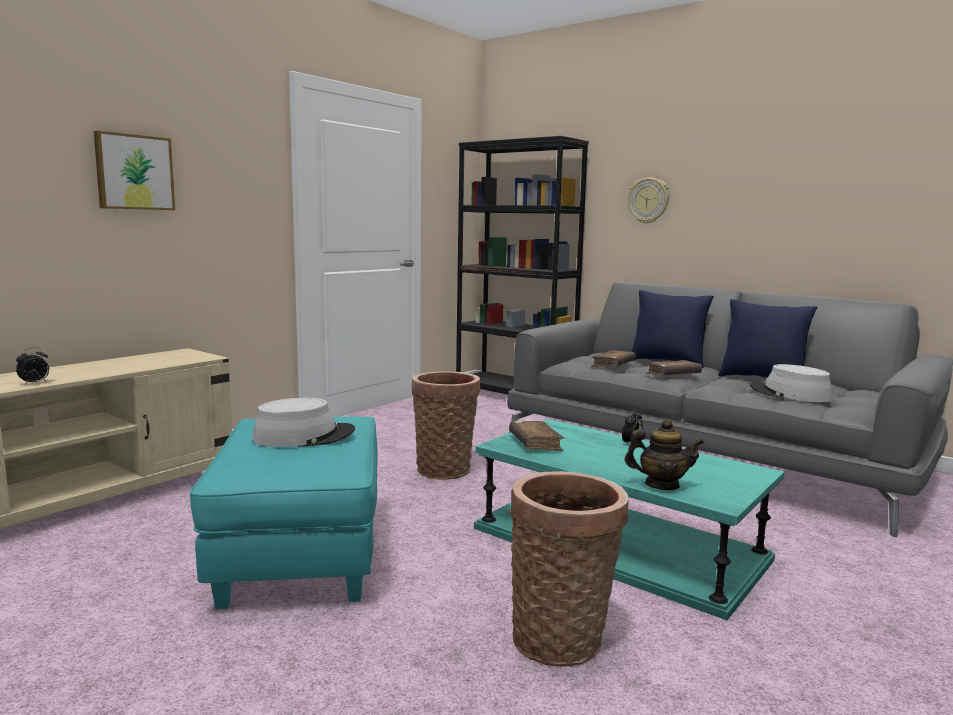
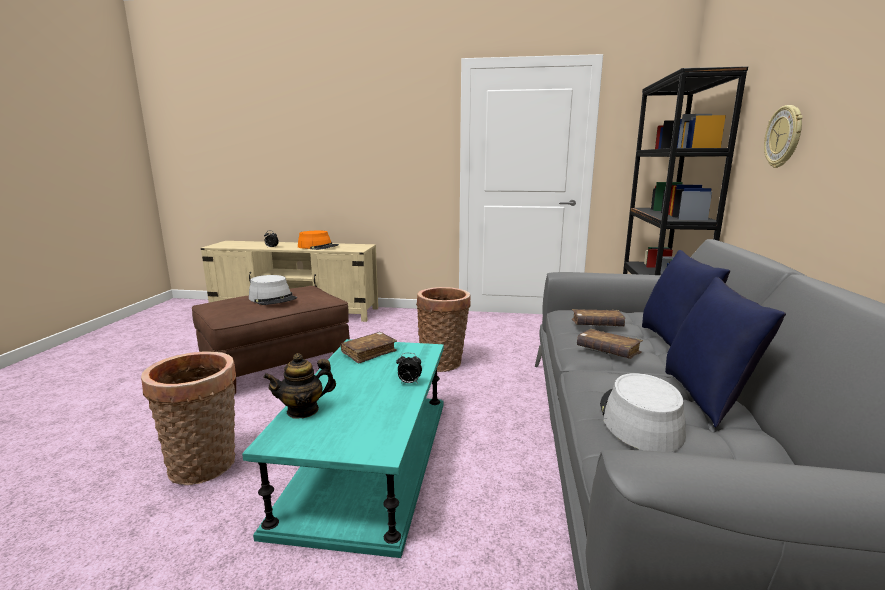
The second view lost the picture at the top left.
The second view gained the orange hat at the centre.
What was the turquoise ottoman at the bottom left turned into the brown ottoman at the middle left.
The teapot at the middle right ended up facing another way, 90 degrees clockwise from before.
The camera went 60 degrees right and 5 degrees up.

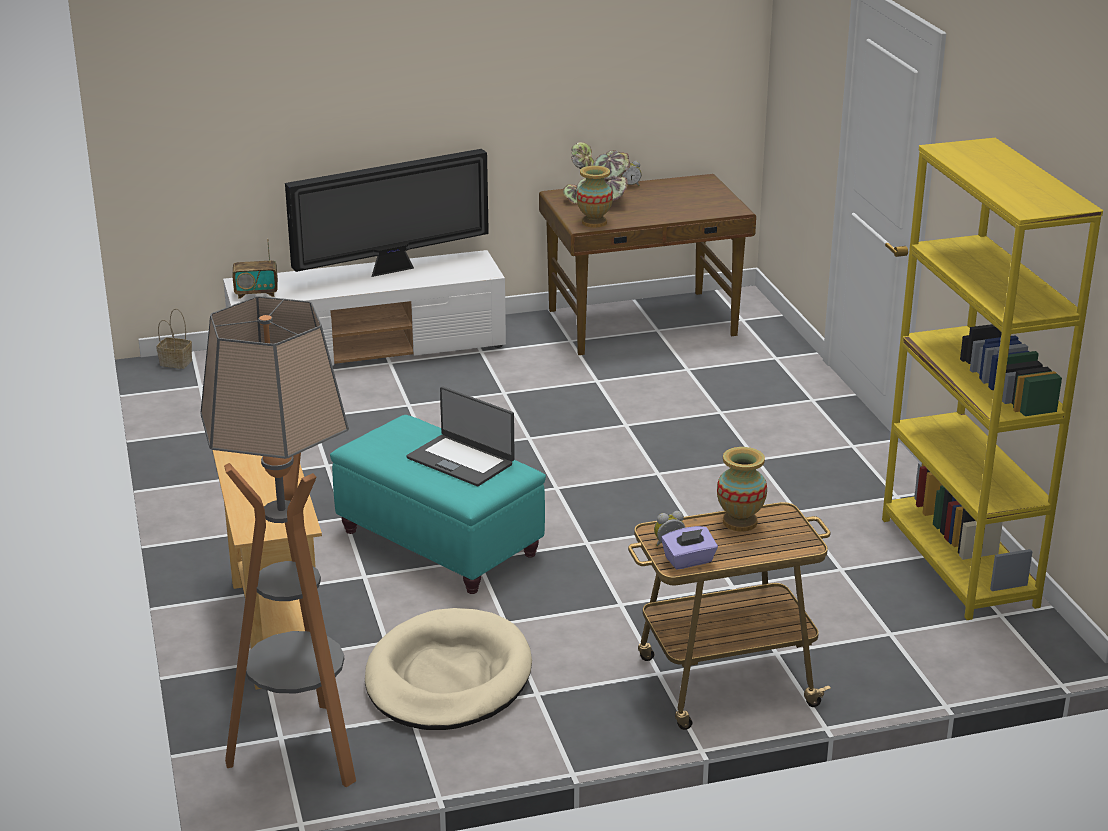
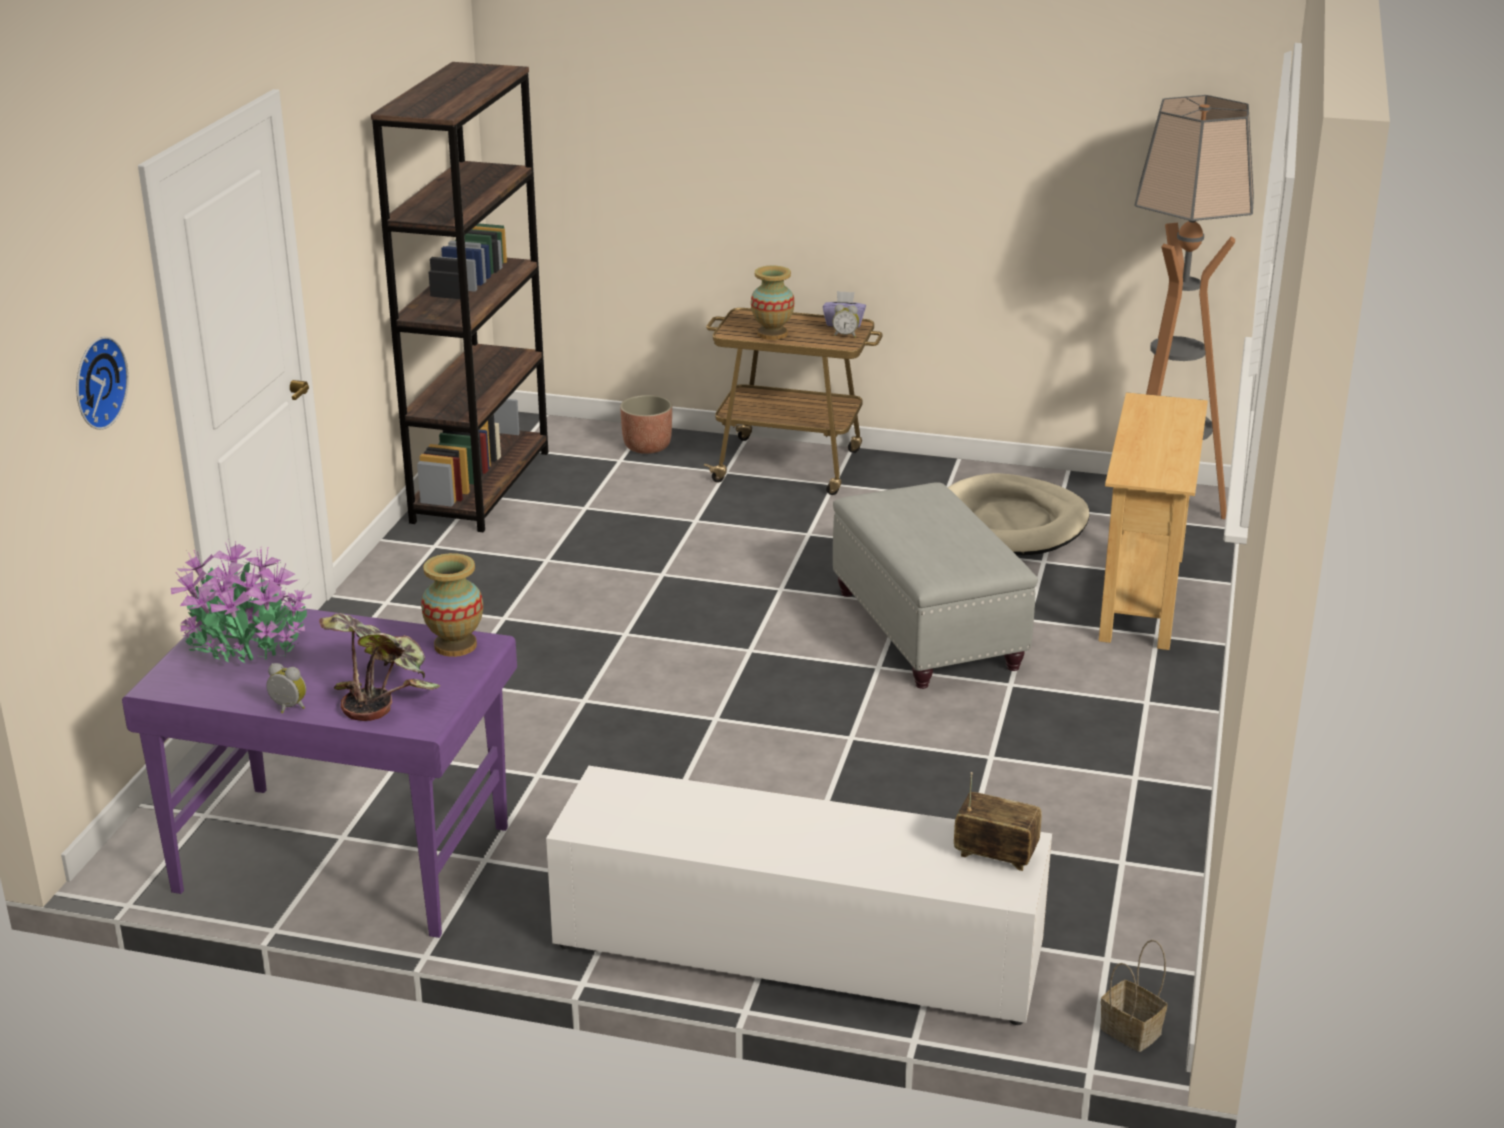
The second view lost the television at the top centre.
The second view lost the laptop at the centre.
The second view gained the wall clock at the middle left.
The second view gained the potted plant (1st from left) at the middle left.
The second view gained the planter at the centre.
What was the turquoise ottoman at the centre turned into the grey ottoman at the centre.
What was the brown desk at the top centre turned into the purple desk at the bottom left.
What was the yellow bookcase at the middle right turned into the brown bookcase at the top left.
The camera went 150 degrees left and 0 degrees up.

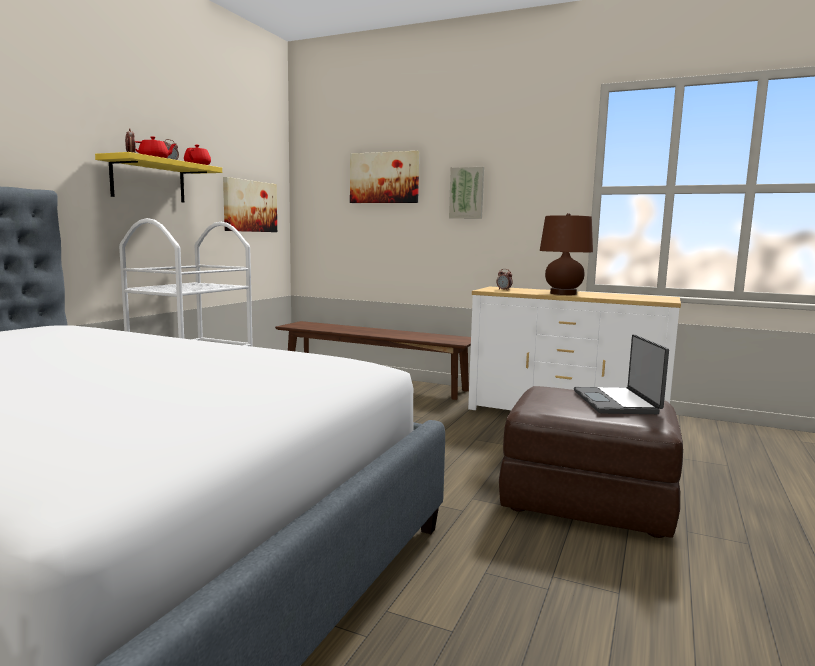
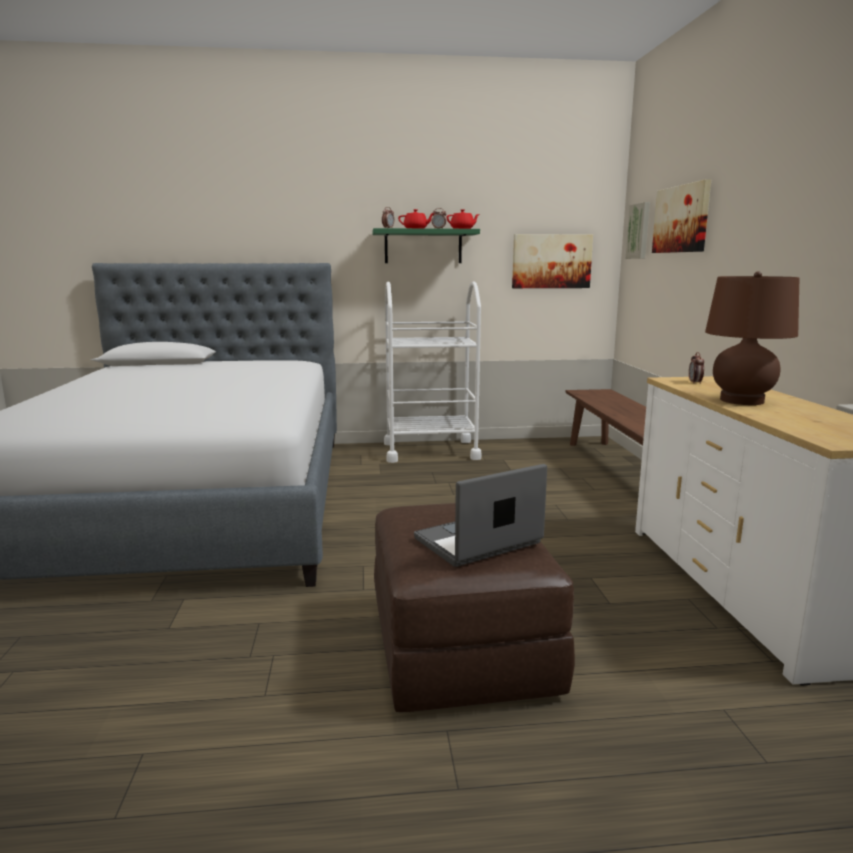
The picture (3rd from left in the first image) ended up elsewhere, having gone from the top centre to the top right.
What was the yellow shelf at the top left turned into the green shelf at the top centre.
The camera went 60 degrees right and 5 degrees up.

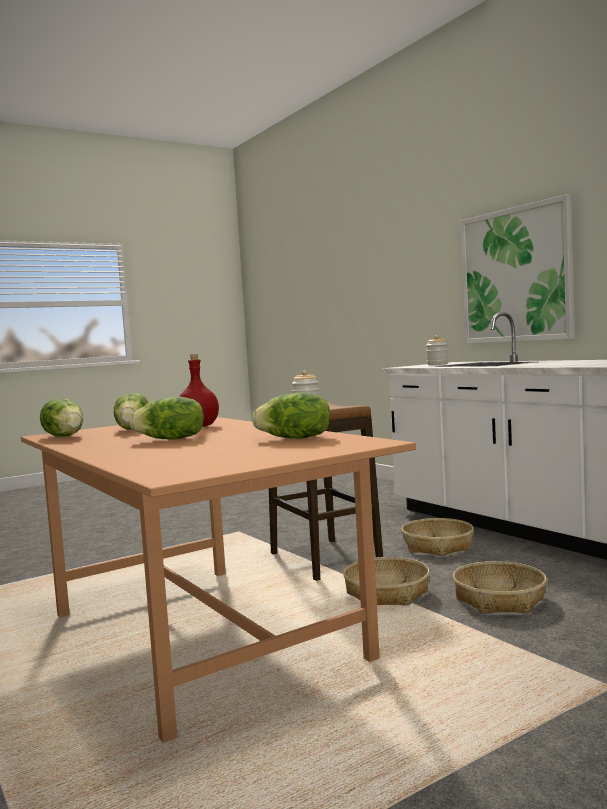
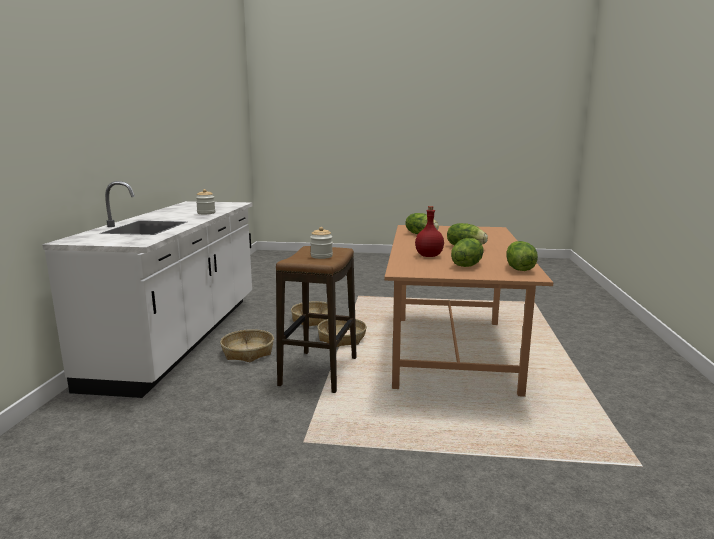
The second view lost the picture at the top right.
The jar (2nd from left in the first image) ended up elsewhere, having gone from the middle right to the middle left.
The camera went 140 degrees left and 10 degrees up.

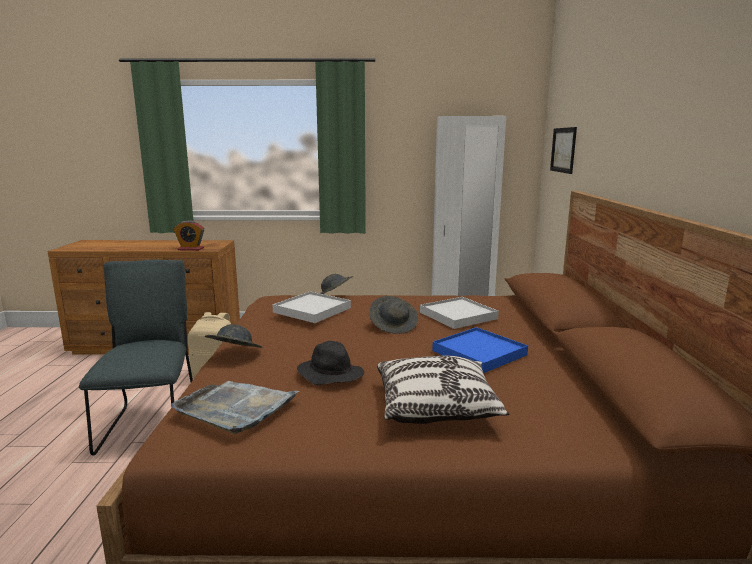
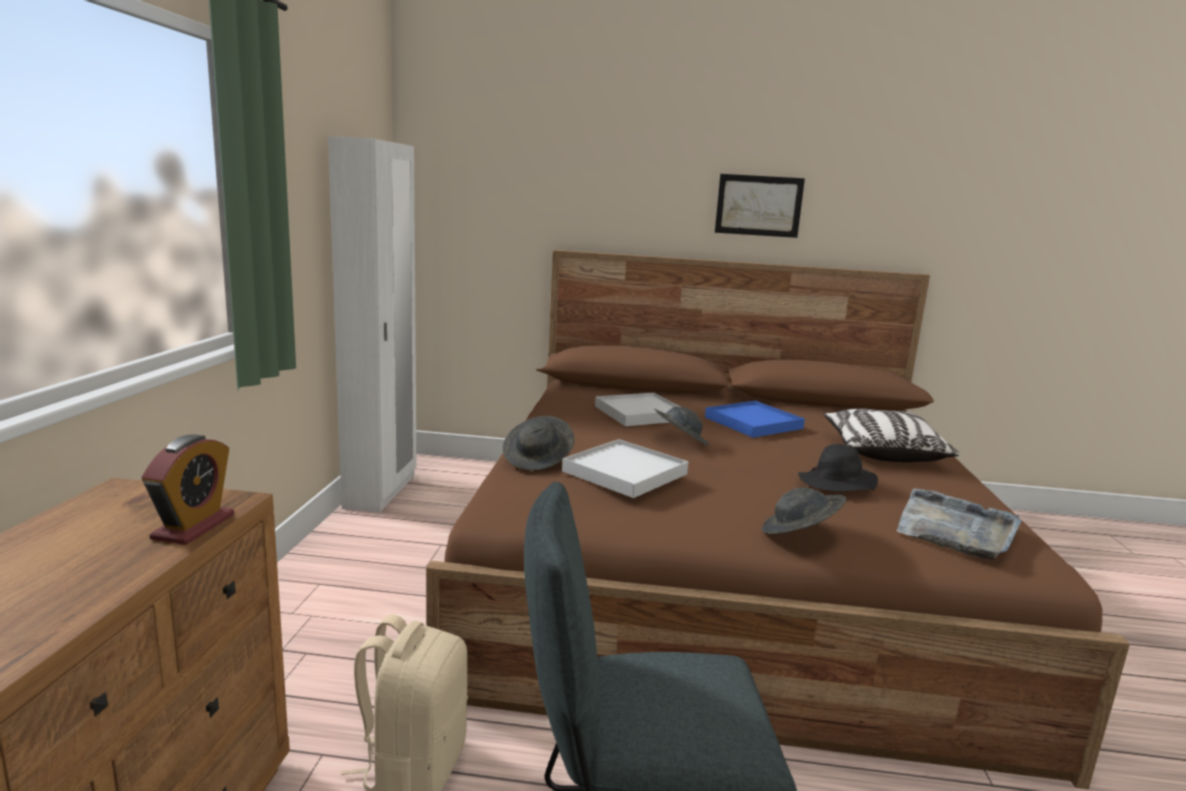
The picture ended up elsewhere, having gone from the top right to the top centre.
The camera went 85 degrees left and 0 degrees up.

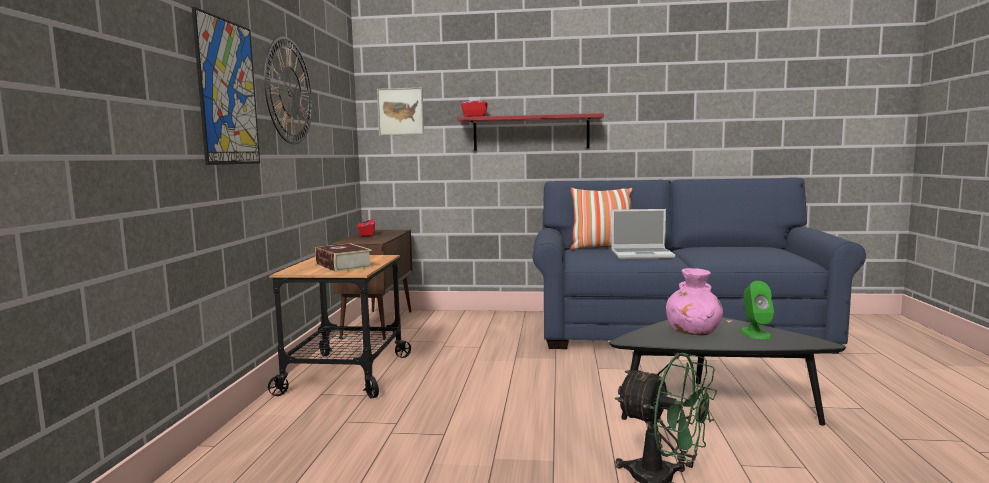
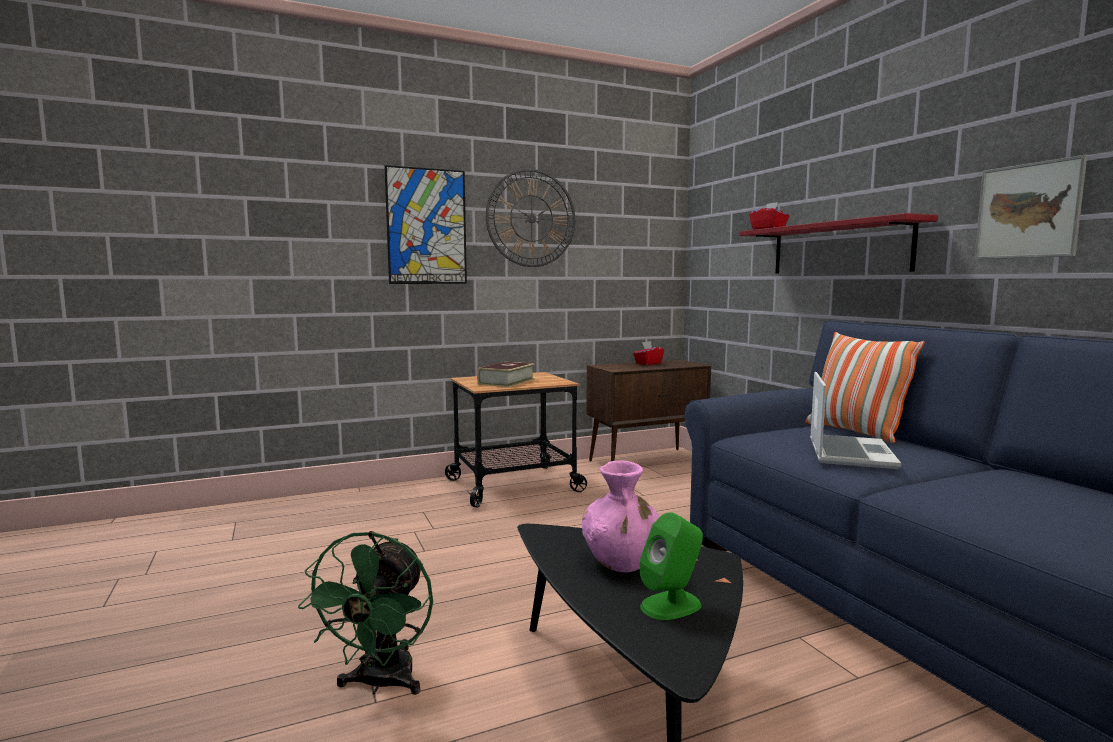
The picture (2nd from left) ended up elsewhere, having gone from the top centre to the top right.
The laptop at the centre ended up facing another way, 135 degrees counterclockwise from before.
The camera went 60 degrees right and 0 degrees up.

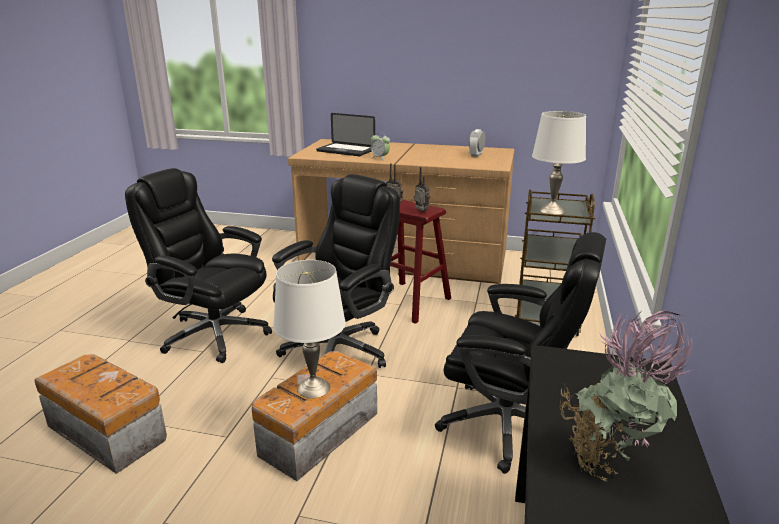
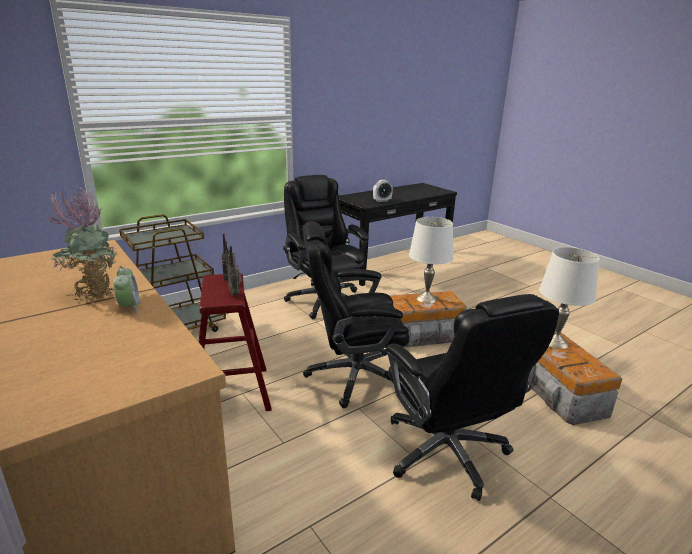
The second view lost the laptop at the top centre.
The alarm clock (2nd from left) ended up elsewhere, having gone from the top centre to the centre.
The white table lamp (2nd from left) ended up elsewhere, having gone from the top right to the middle right.
The potted plant ended up elsewhere, having gone from the bottom right to the middle left.
The camera went 140 degrees left and 0 degrees up.

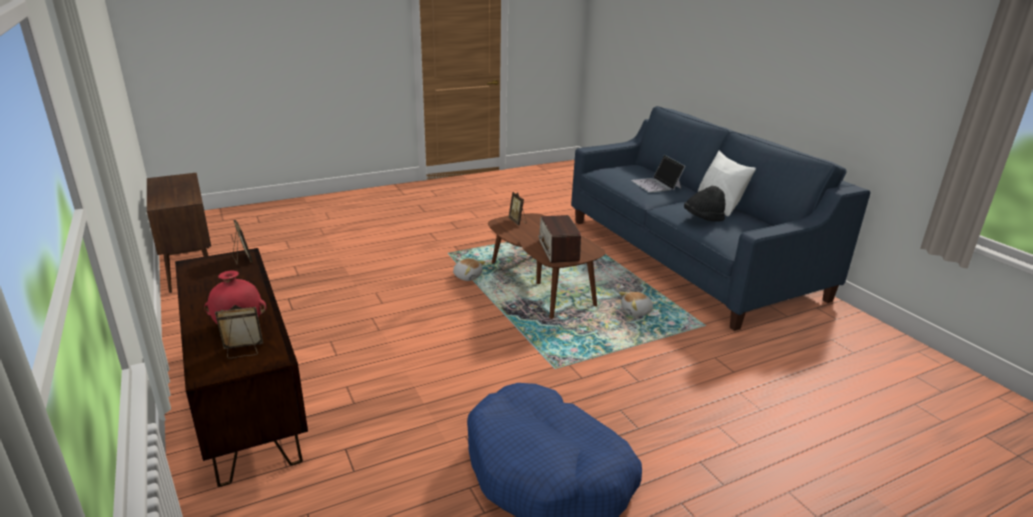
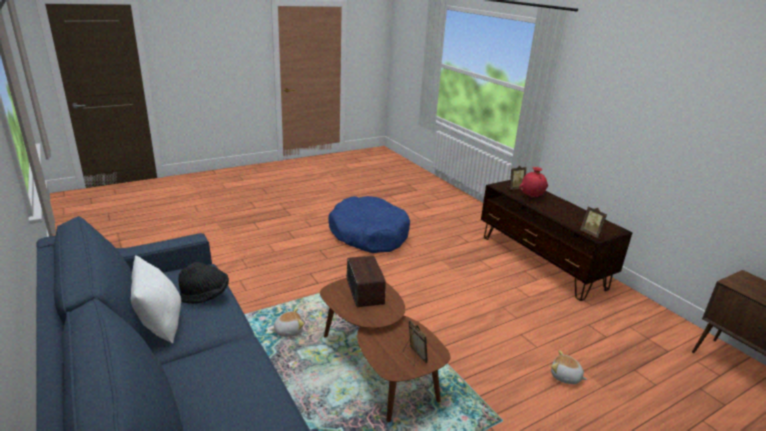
The second view lost the laptop at the centre.
The plush toy (1st from left in the first image) ended up elsewhere, having gone from the centre to the bottom right.
The camera went 175 degrees right and 0 degrees up.

